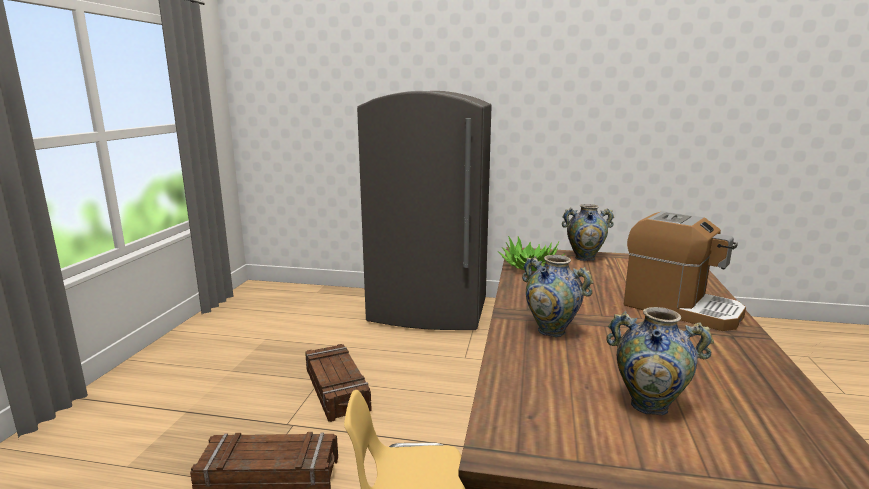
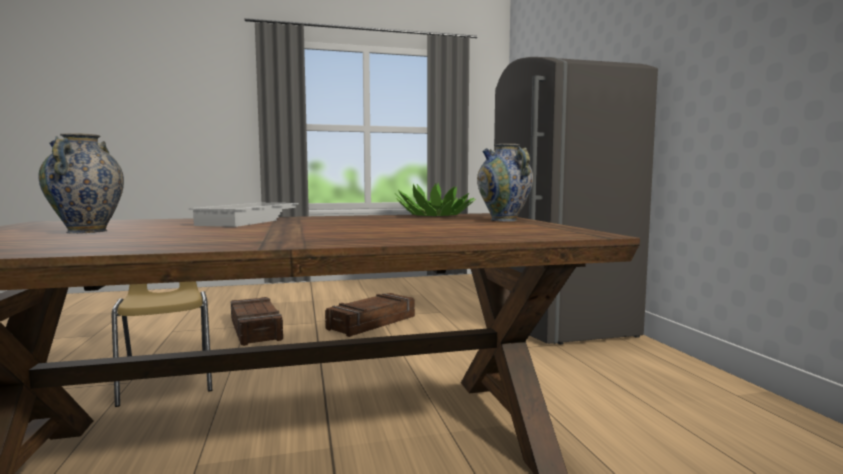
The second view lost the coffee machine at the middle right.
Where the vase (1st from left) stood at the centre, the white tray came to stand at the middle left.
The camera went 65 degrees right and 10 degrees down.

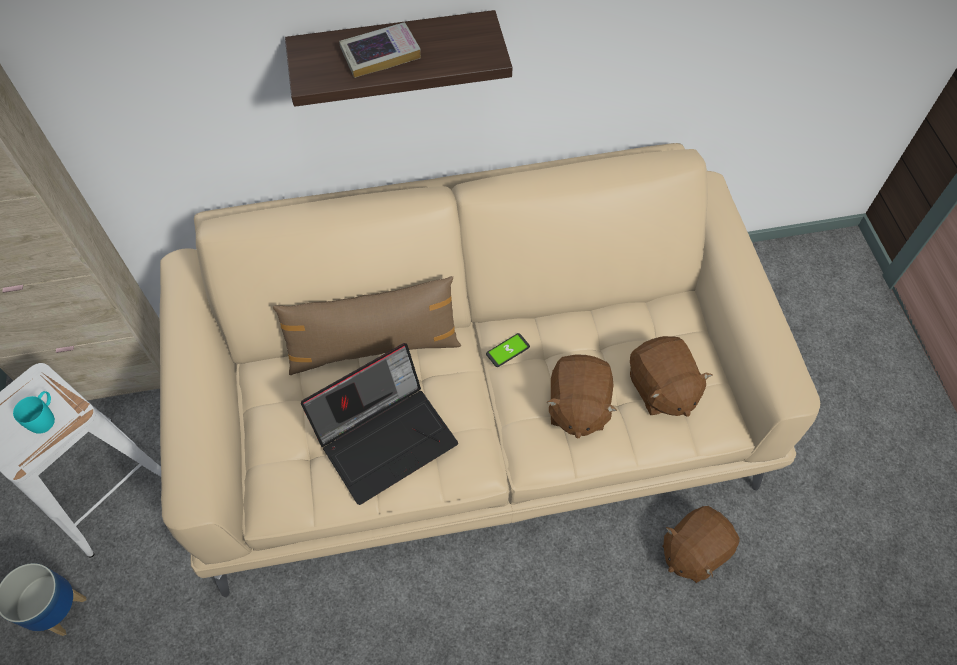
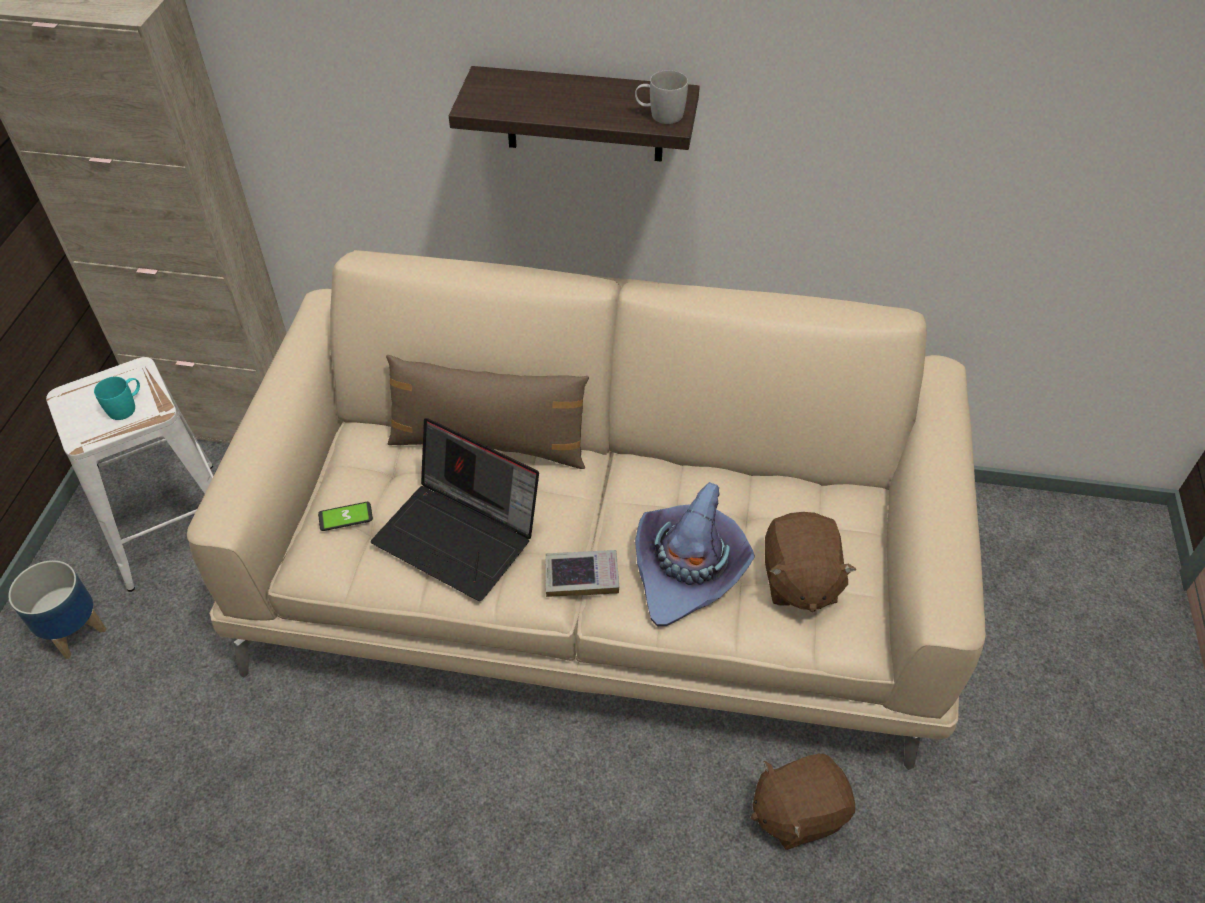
The second view gained the white mug at the top centre.
The book ended up elsewhere, having gone from the top centre to the centre.
The phone ended up elsewhere, having gone from the centre to the middle left.
Where the brown plush toy (1st from left) stood at the centre, the purple hat came to stand at the centre.
The laptop at the centre ended up facing another way, 45 degrees clockwise from before.
The camera went 20 degrees right and 10 degrees down.

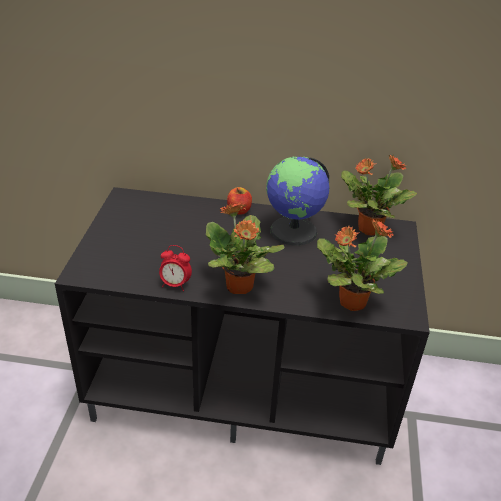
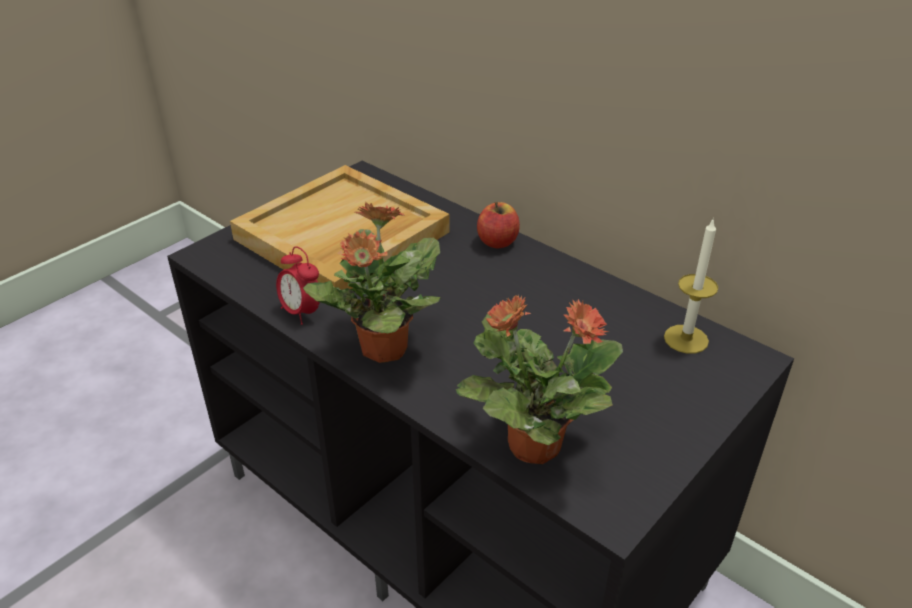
The second view lost the globe at the centre.
The second view gained the beige tray at the centre.
Where the potted plant (3rd from left) stood at the middle right, the candle came to stand at the middle right.
The camera went 35 degrees right and 0 degrees up.

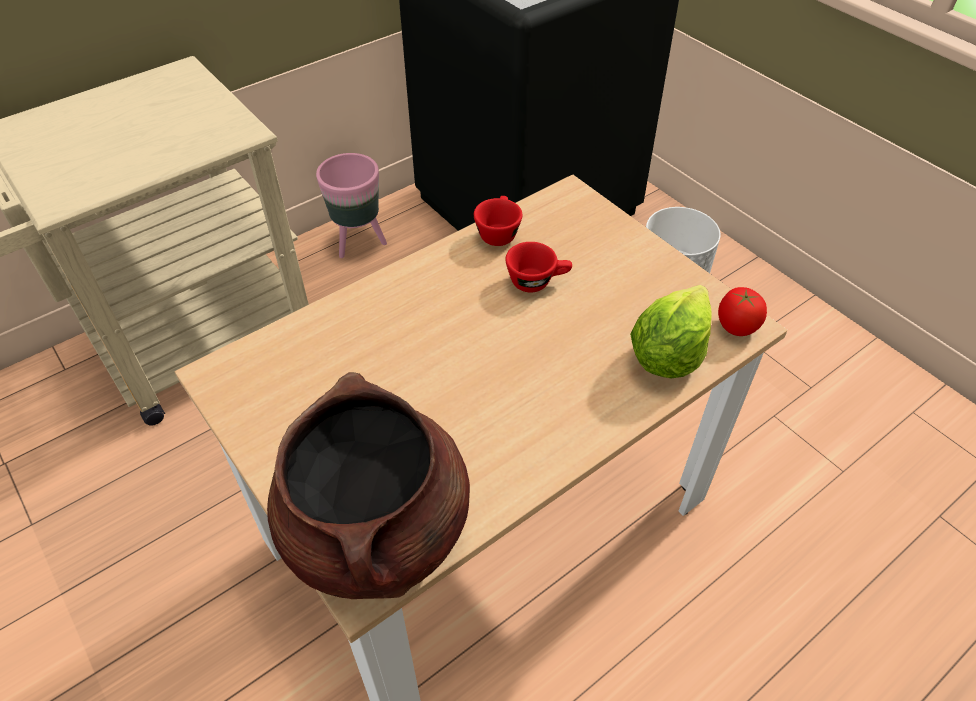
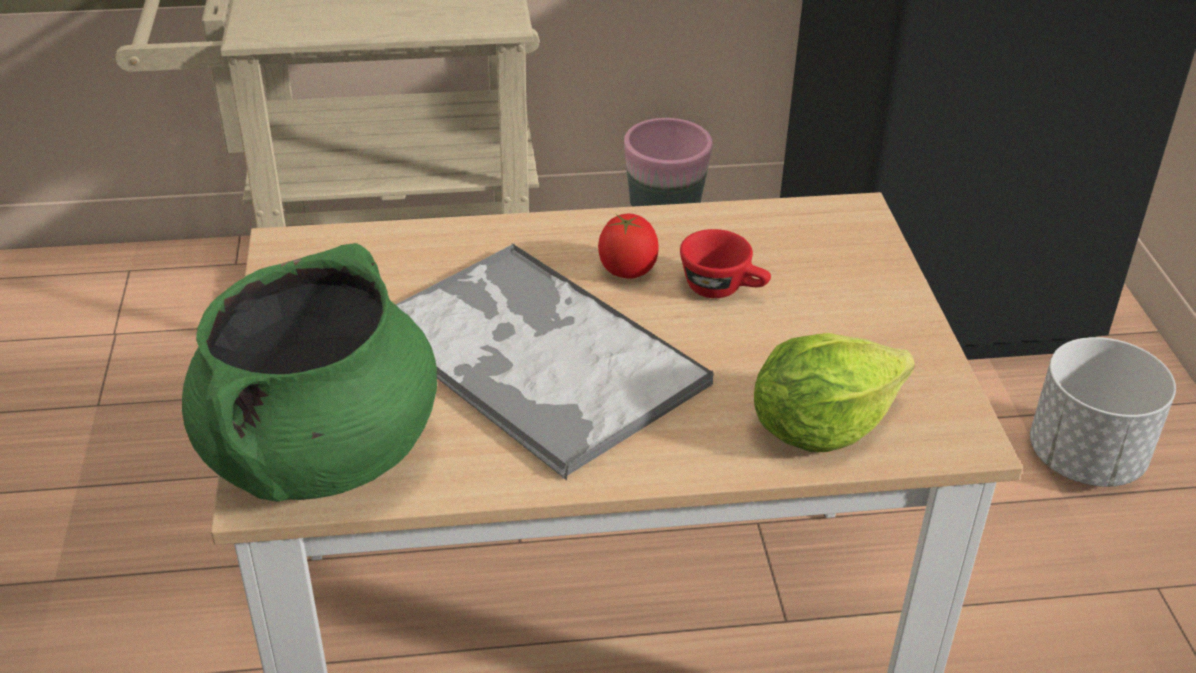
The second view lost the red cup (1st from left) at the top centre.
The second view gained the tray at the centre.
The tomato ended up elsewhere, having gone from the middle right to the centre.
What was the brown cooking pot at the bottom centre turned into the green cooking pot at the middle left.
The camera went 30 degrees right and 10 degrees down.

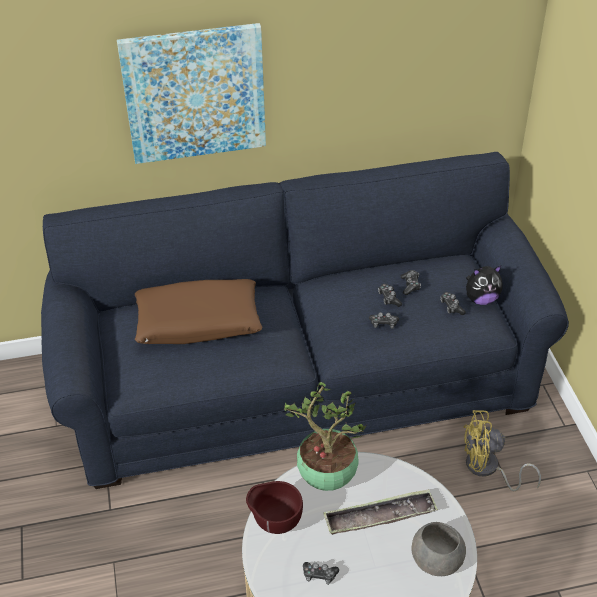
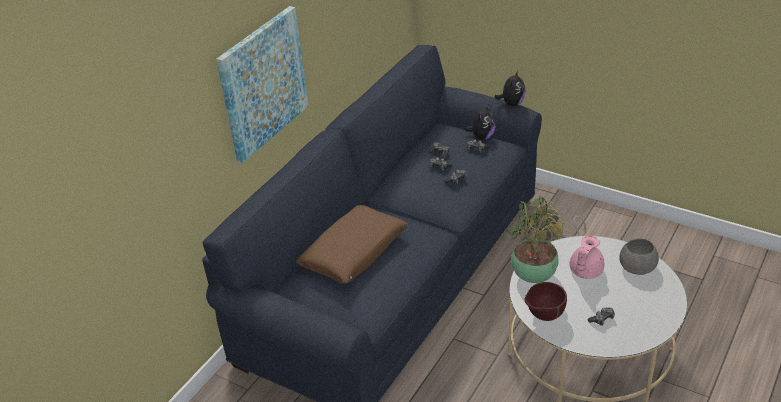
The second view gained the plush toy (2nd from left) at the top centre.
Where the tray stood at the bottom centre, the pink teapot came to stand at the middle right.
The camera went 45 degrees left and 5 degrees down.

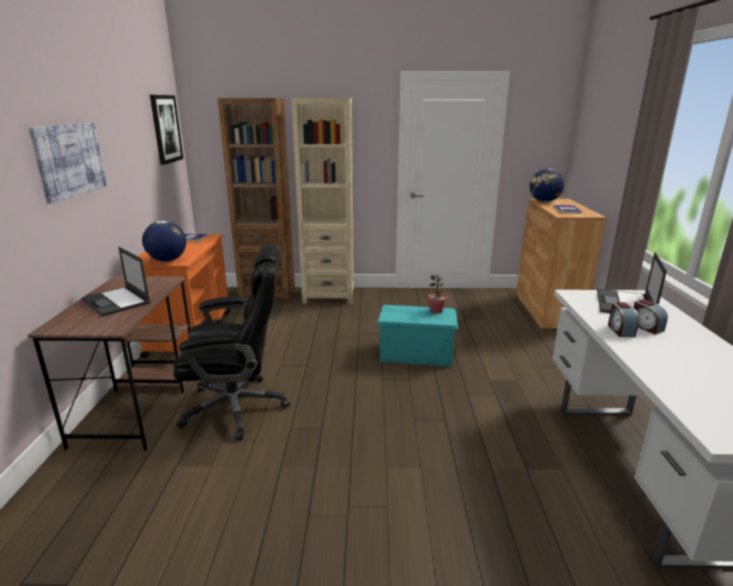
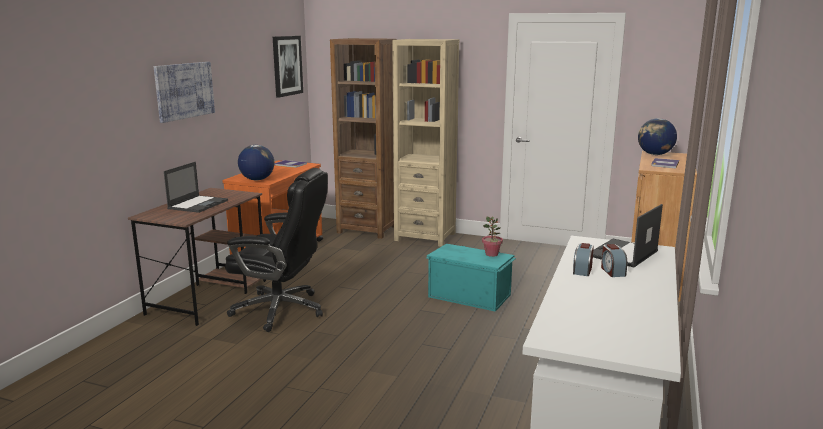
The laptop (1st from left) at the middle left ended up facing another way, 135 degrees counterclockwise from before.
The camera went 20 degrees right and 5 degrees down.

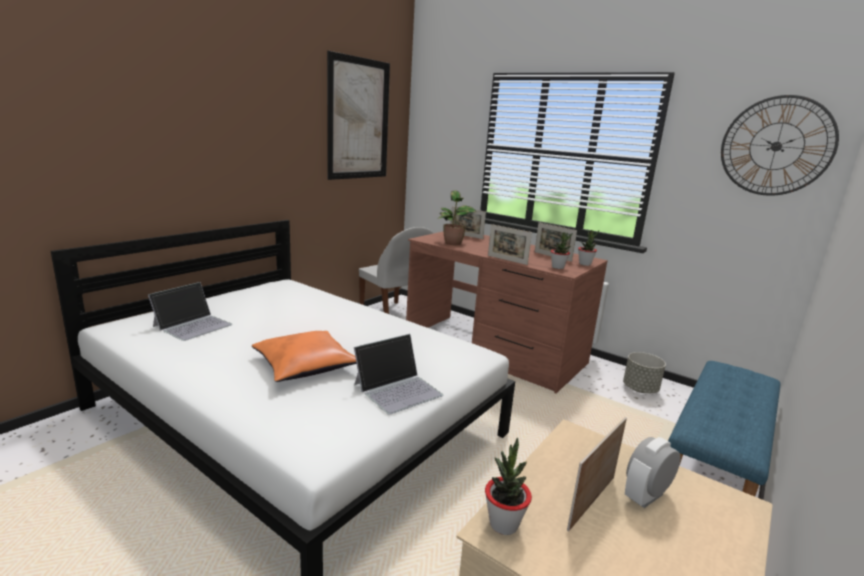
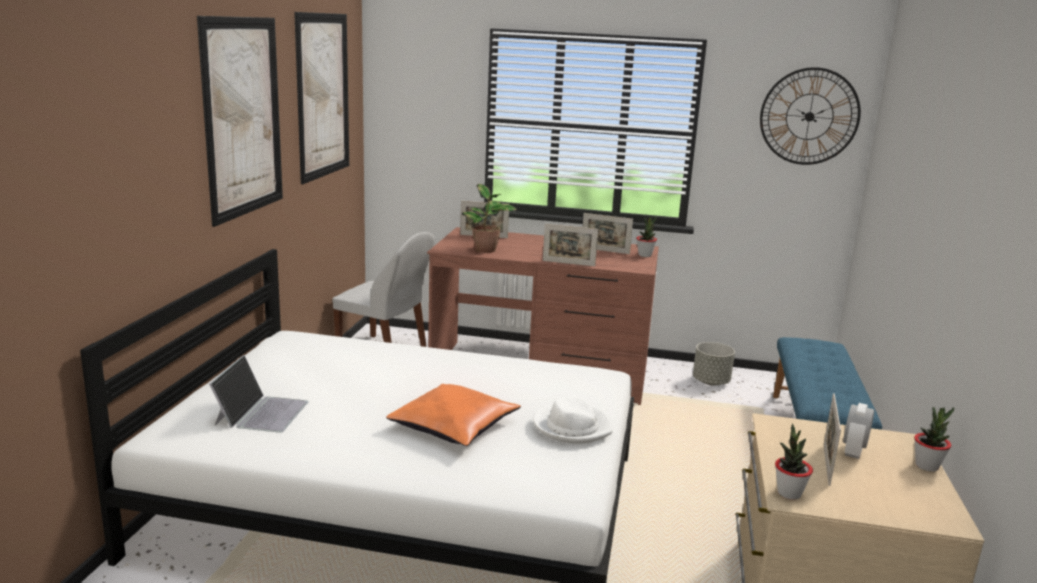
The second view gained the picture (1st from left) at the top left.
The potted plant (3rd from left in the first image) ended up elsewhere, having gone from the centre to the bottom right.
Where the laptop (2nd from left) stood at the centre, the white hat came to stand at the bottom centre.
The camera went 25 degrees left and 0 degrees up.

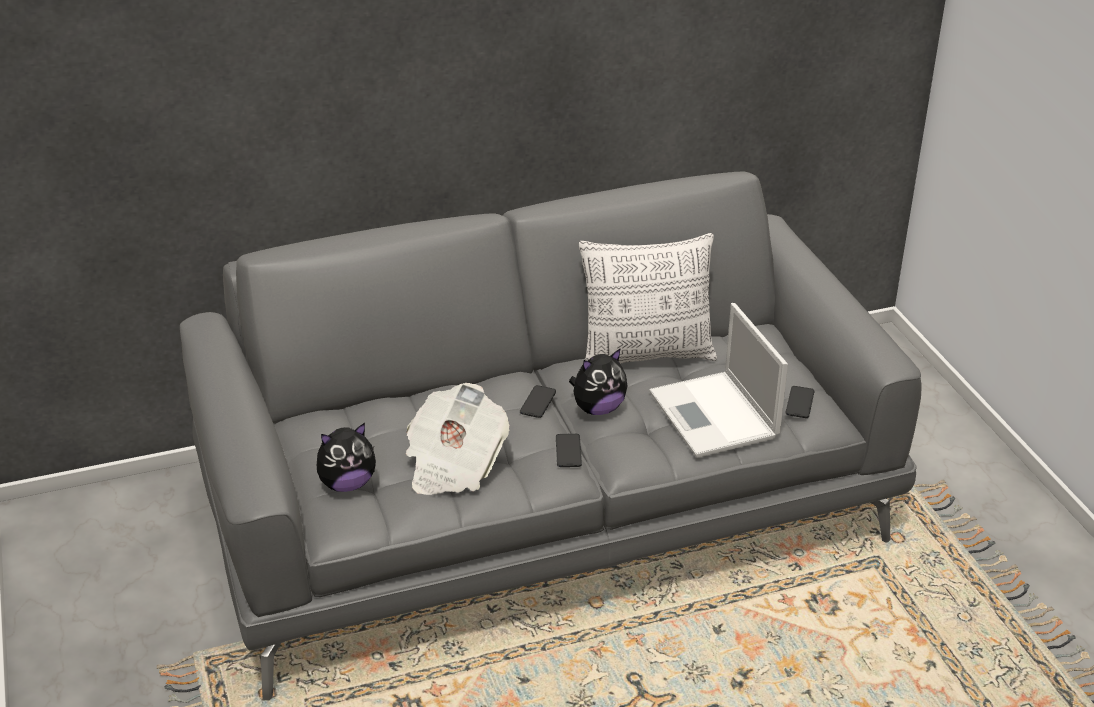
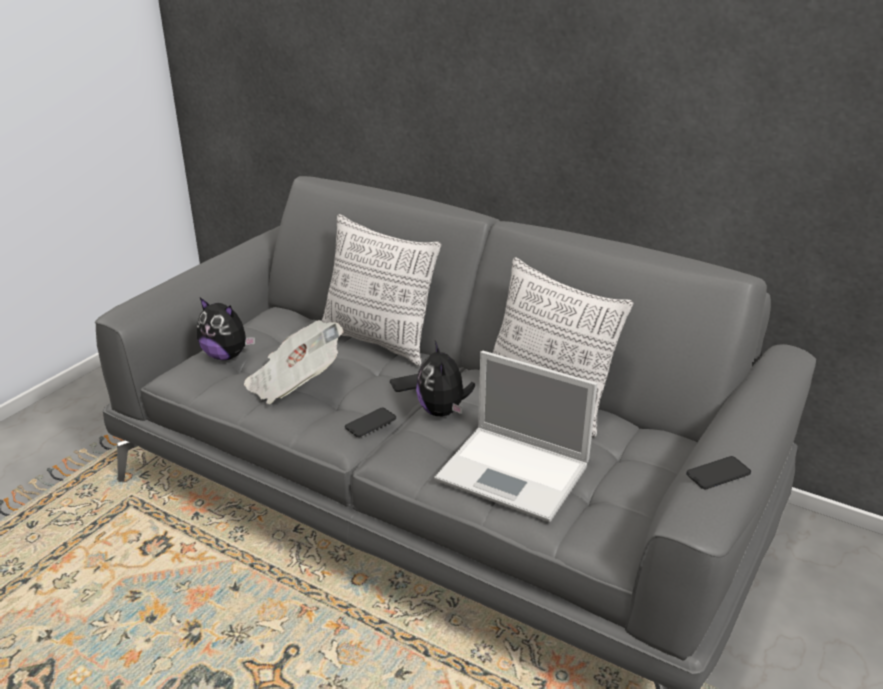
The second view gained the pillow (1st from left) at the centre.
The phone (3rd from left) ended up elsewhere, having gone from the middle right to the bottom right.
The plush toy (2nd from left) at the centre ended up facing another way, 60 degrees clockwise from before.
The laptop at the centre ended up facing another way, 90 degrees counterclockwise from before.
The camera went 50 degrees right and 5 degrees down.

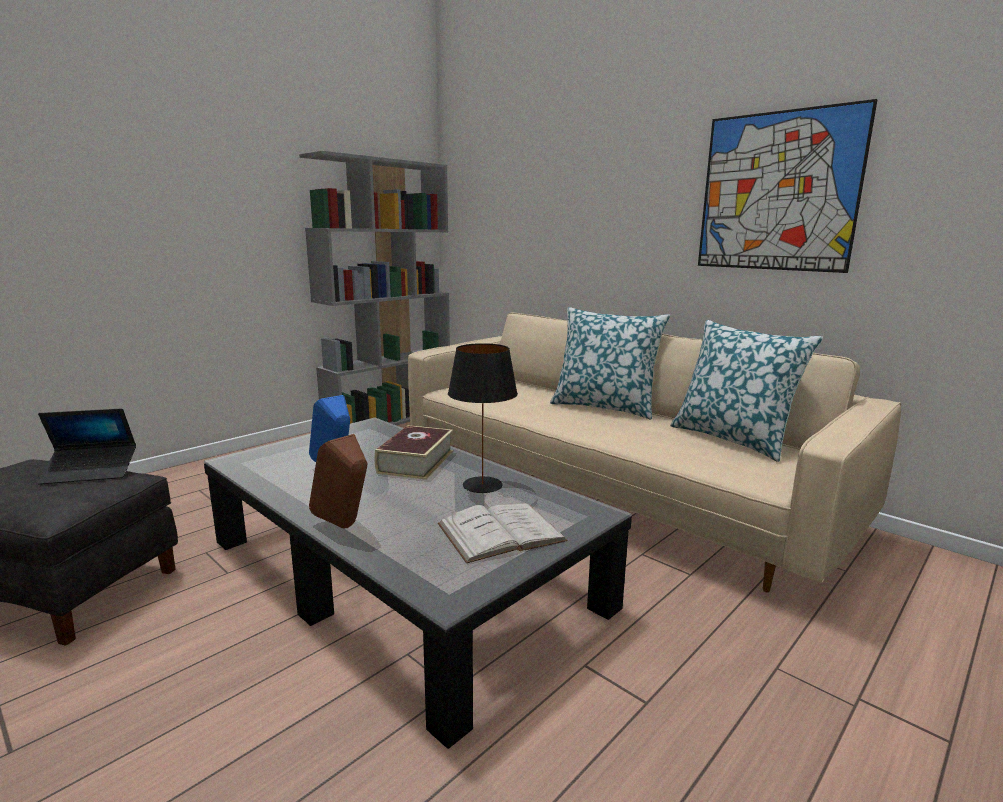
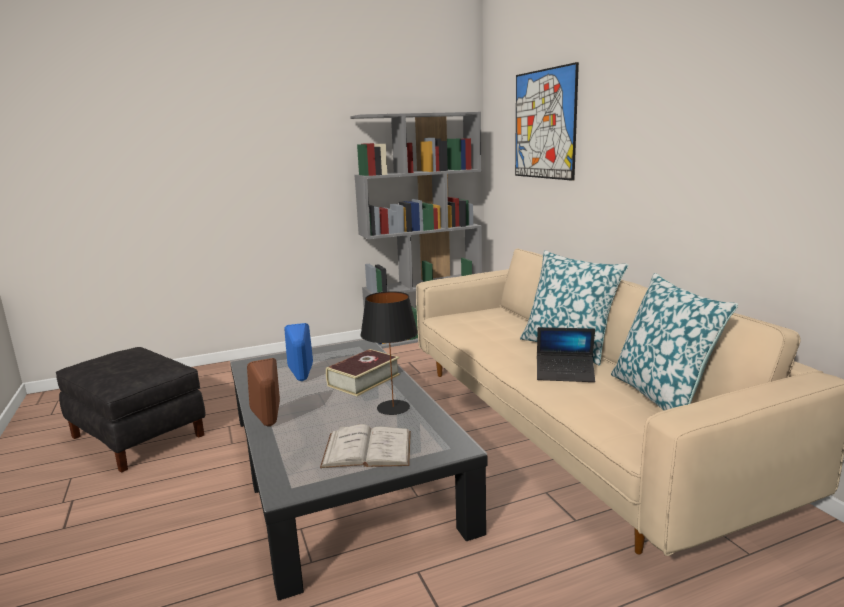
The laptop ended up elsewhere, having gone from the middle left to the middle right.
The picture ended up elsewhere, having gone from the top right to the top centre.
The camera went 25 degrees right and 0 degrees up.

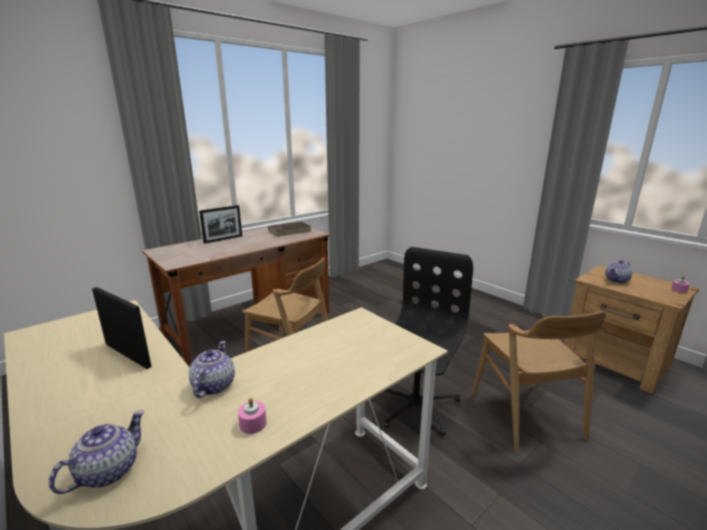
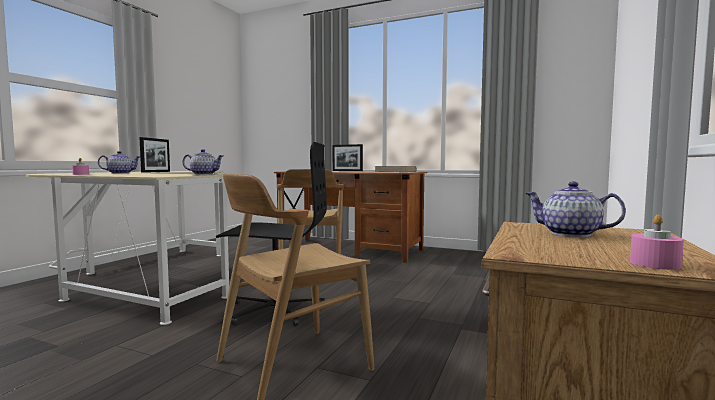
The teapot (1st from left in the first image) ended up elsewhere, having gone from the bottom left to the middle left.
The camera went 65 degrees right and 15 degrees down.

